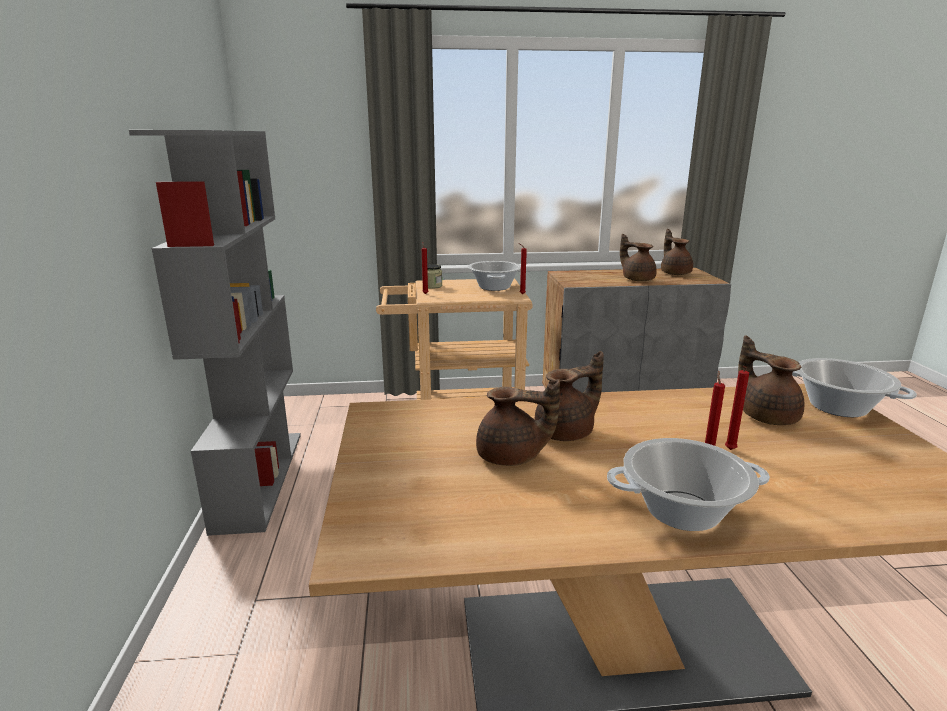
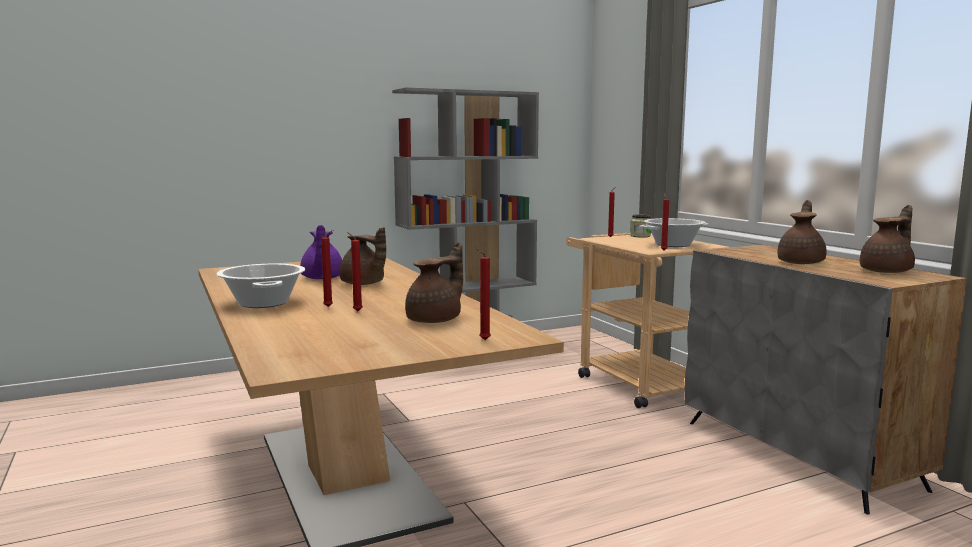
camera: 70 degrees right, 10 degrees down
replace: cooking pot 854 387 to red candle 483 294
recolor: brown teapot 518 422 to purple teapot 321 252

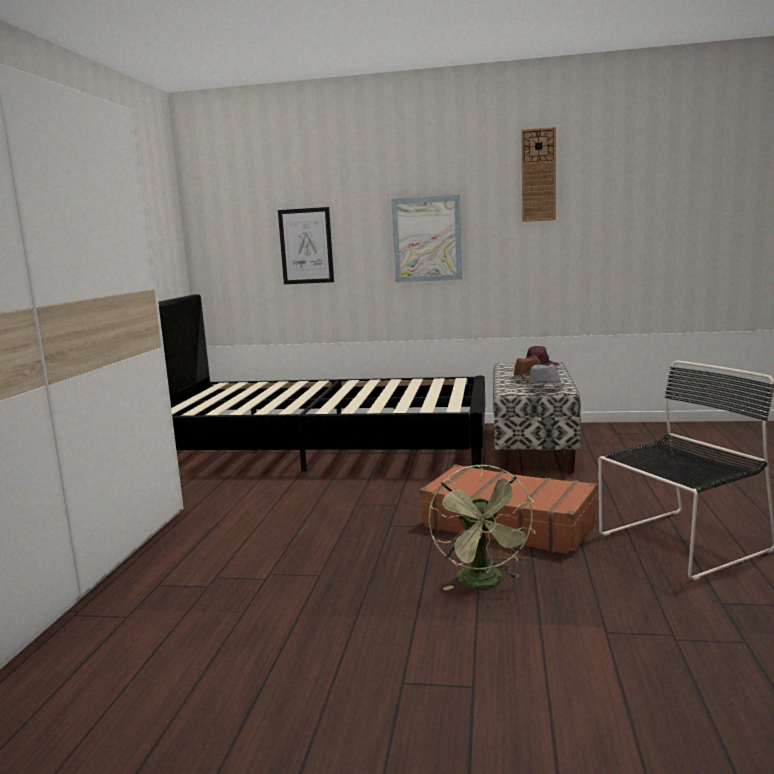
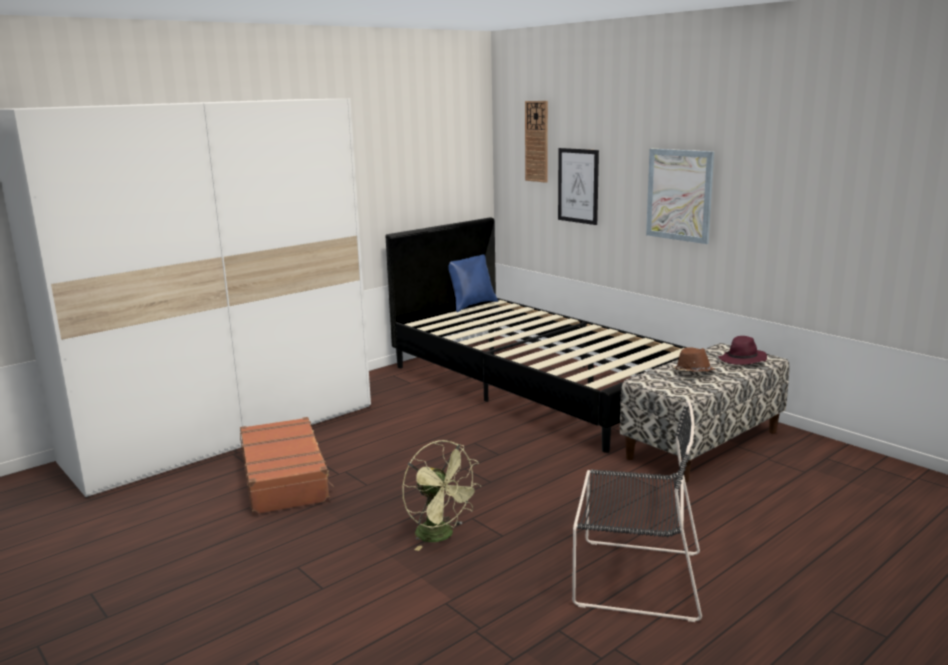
camera: 40 degrees right, 5 degrees up
delete: grey hat 545 375
insert: blue pillow 473 283
move: brown suitcase 508 510 to 287 466; wall clock 539 174 to 536 142
rotate: green fan 481 527 = 442 495 75 degrees counterclockwise

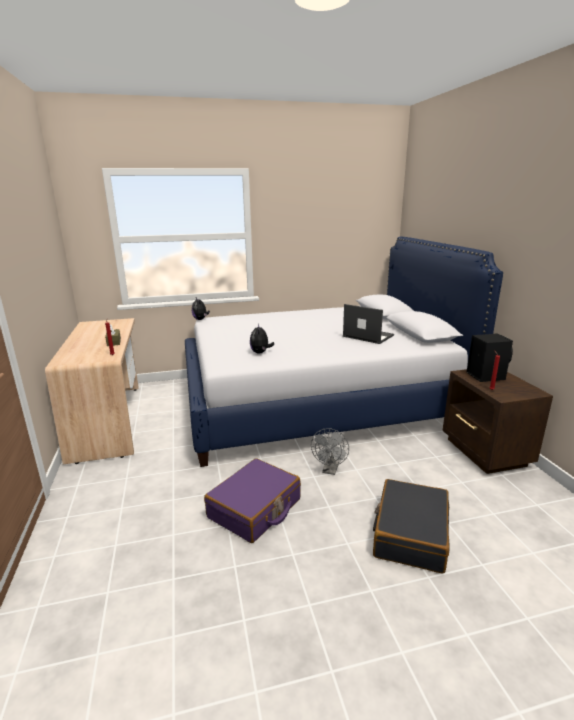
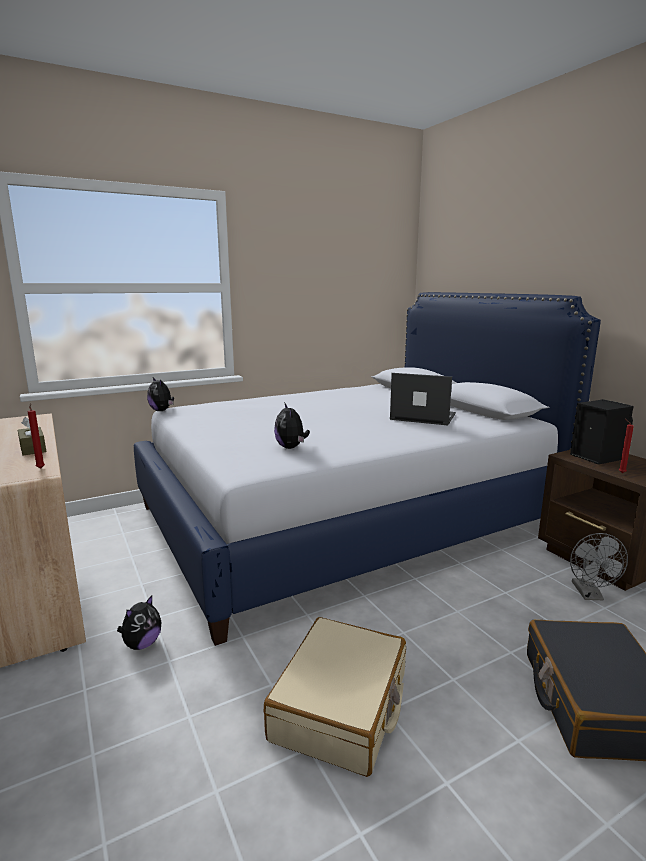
camera: 15 degrees left, 5 degrees down
insert: plush toy 139 622
move: grey fan 330 451 to 599 566
recolor: purple suitcase 252 500 to beige suitcase 335 697

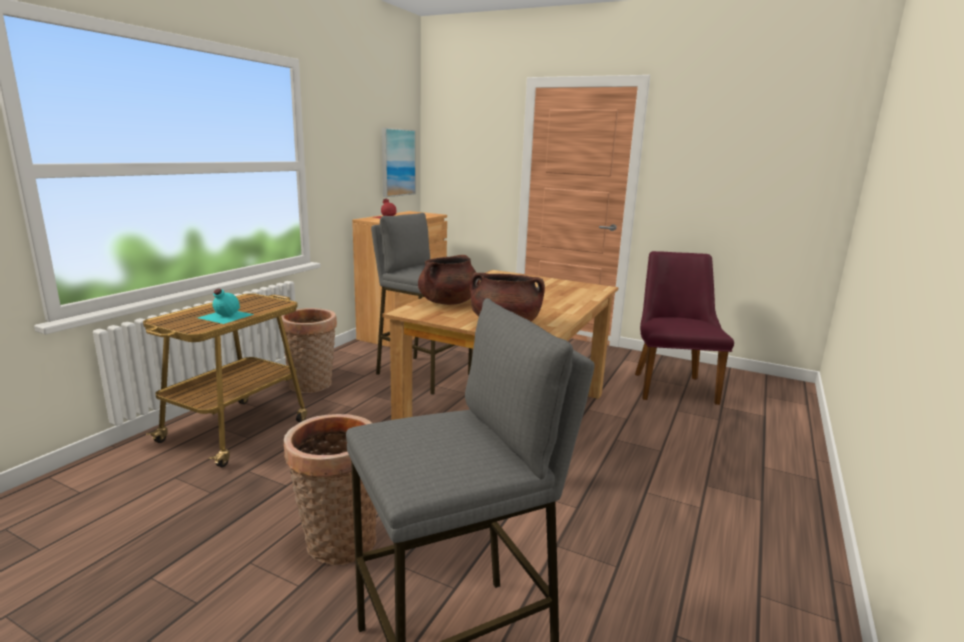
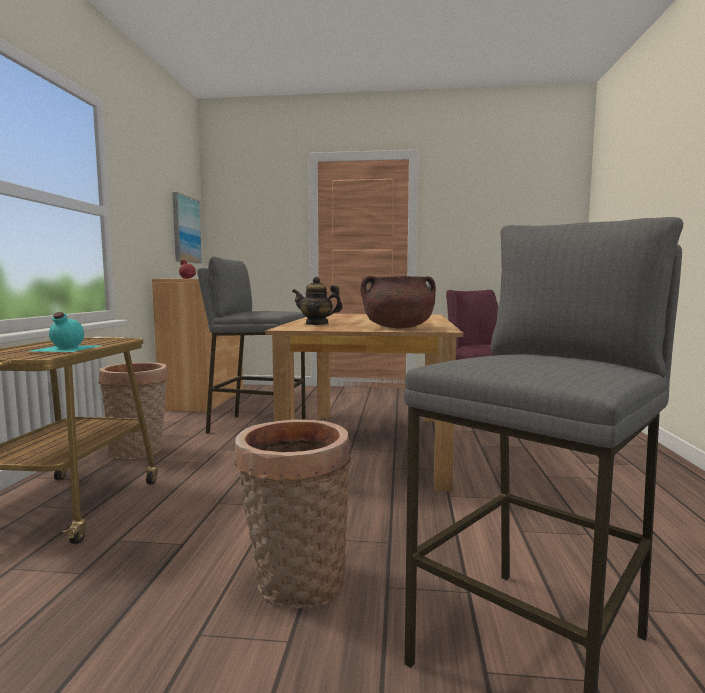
camera: 20 degrees left, 10 degrees down
replace: brown cooking pot 448 280 to teapot 317 301

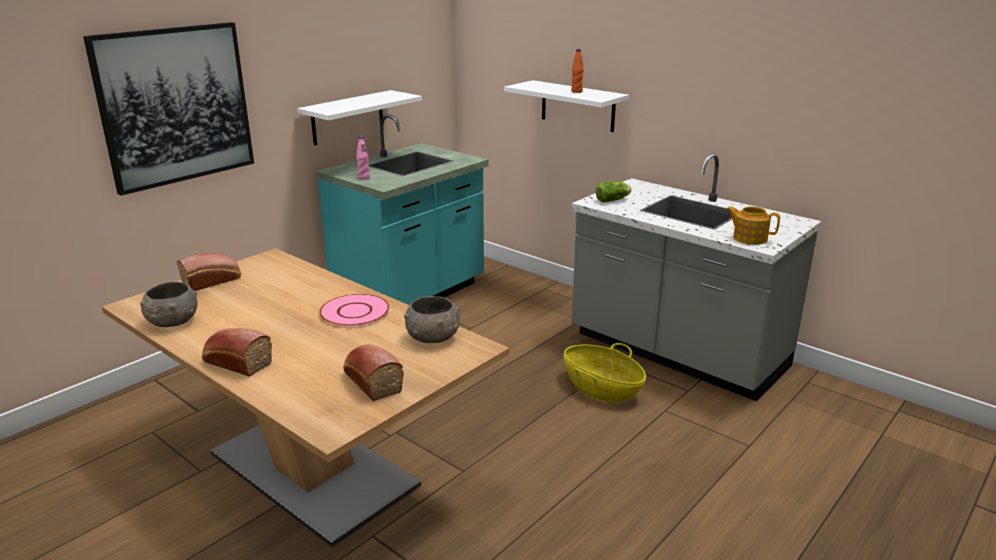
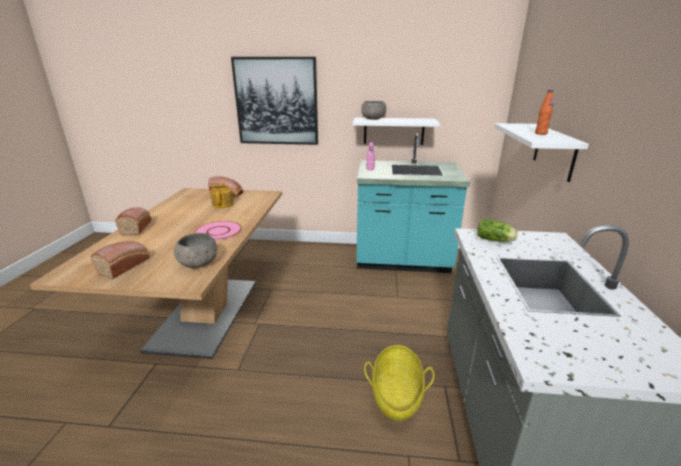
camera: 55 degrees right, 0 degrees up
move: grey bowl 169 304 to 373 110; teapot 753 225 to 222 195

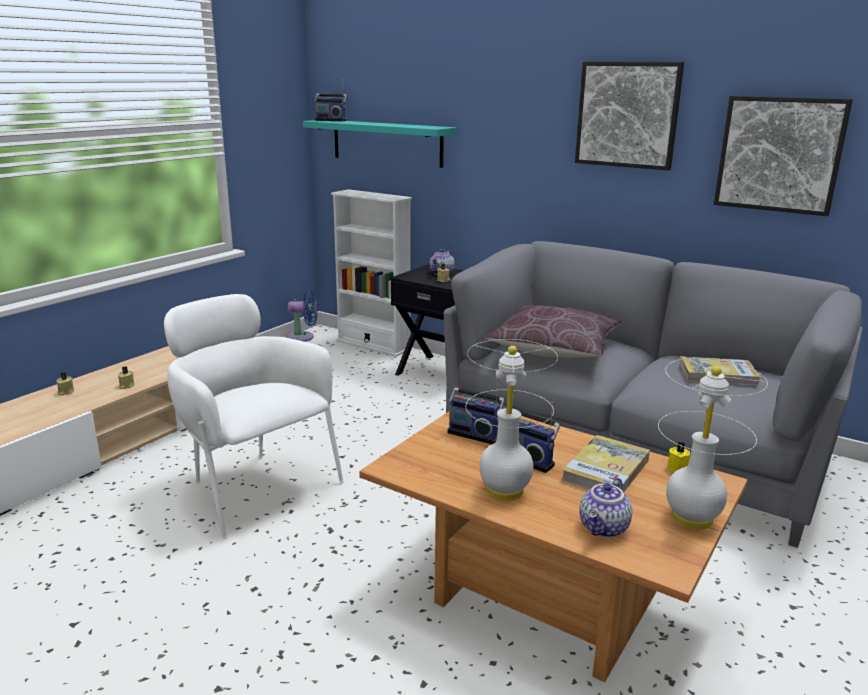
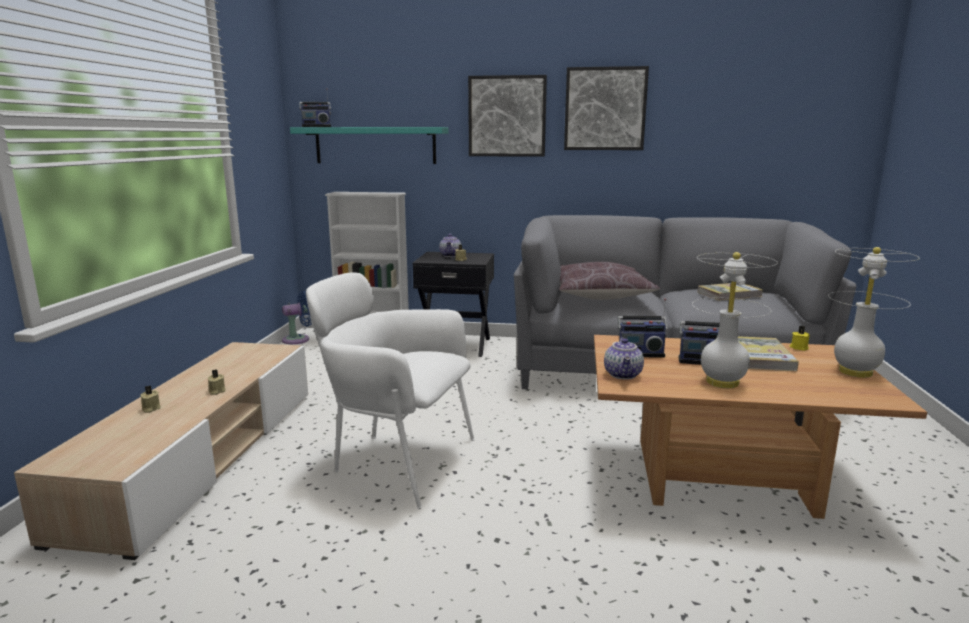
camera: 25 degrees left, 5 degrees down
move: teapot 605 507 to 624 359; picture 783 156 to 507 116

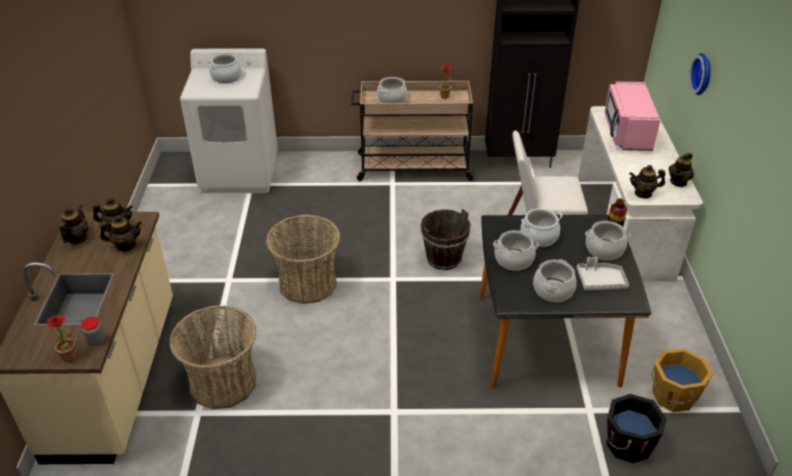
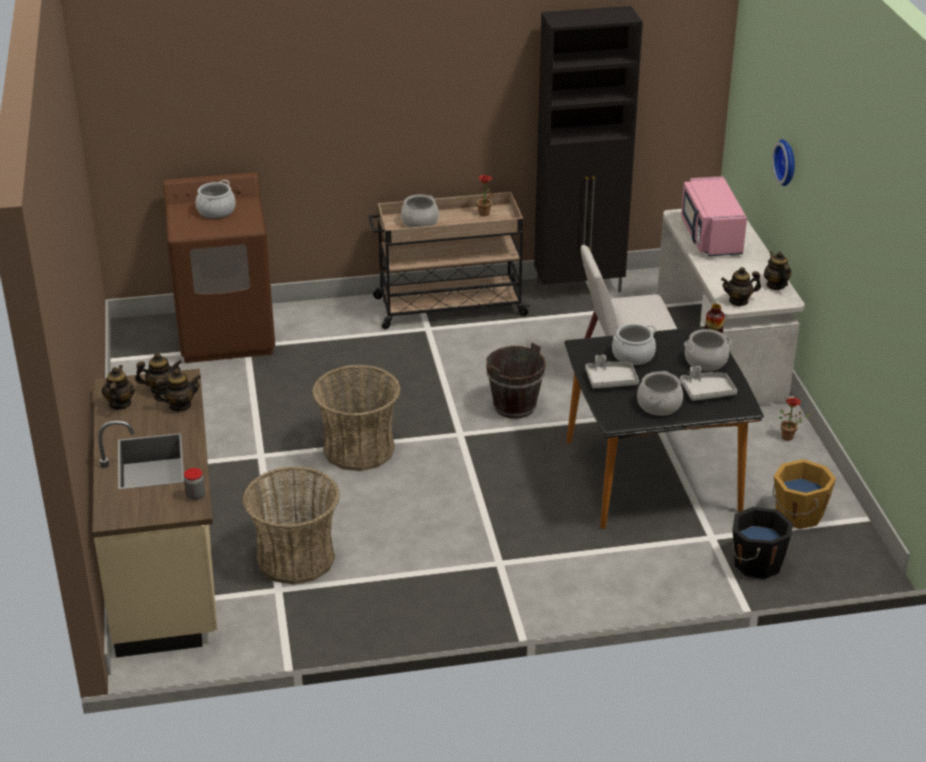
camera: 10 degrees left, 5 degrees down
move: potted plant 61 338 to 794 419
replace: cooking pot 516 250 to grey tray 612 371
recolor: white washing machine 229 120 to brown washing machine 219 267
rotate: teapot 681 170 = 777 271 135 degrees clockwise

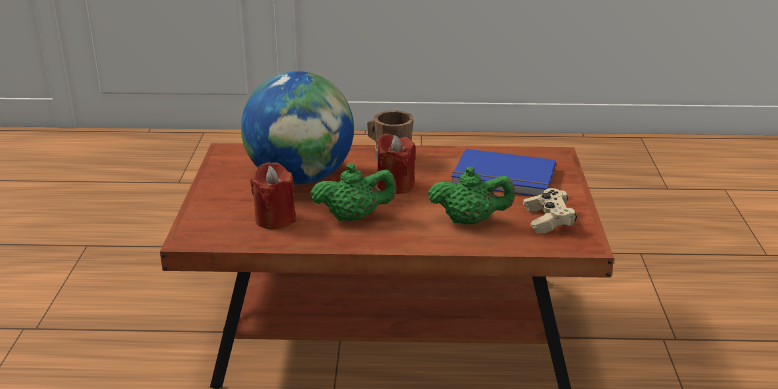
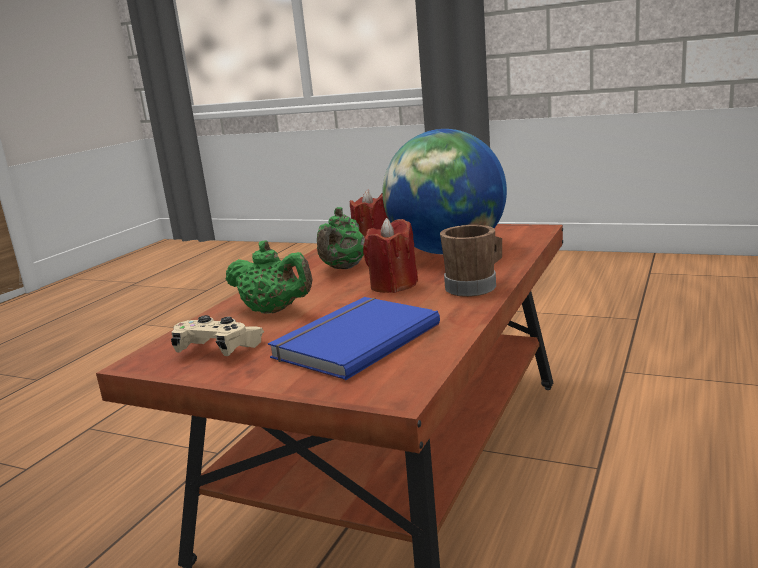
camera: 115 degrees right, 10 degrees down
rotate: green teapot 471 196 = 269 277 90 degrees counterclockwise

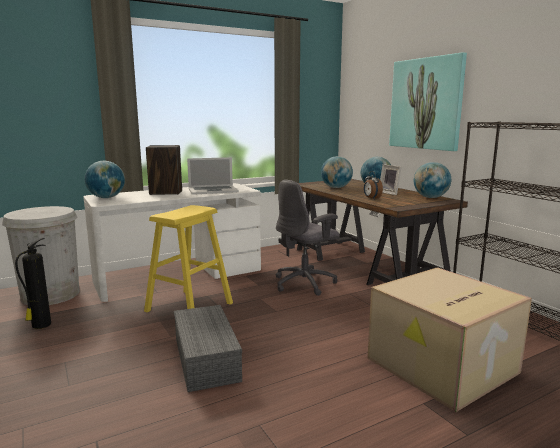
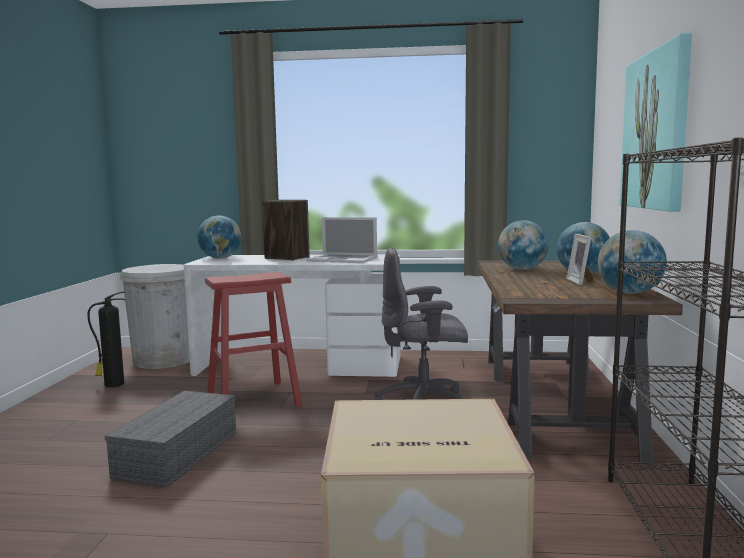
camera: 35 degrees right, 5 degrees down
delete: alarm clock 373 185
recolor: yellow stool 188 258 to red stool 253 339

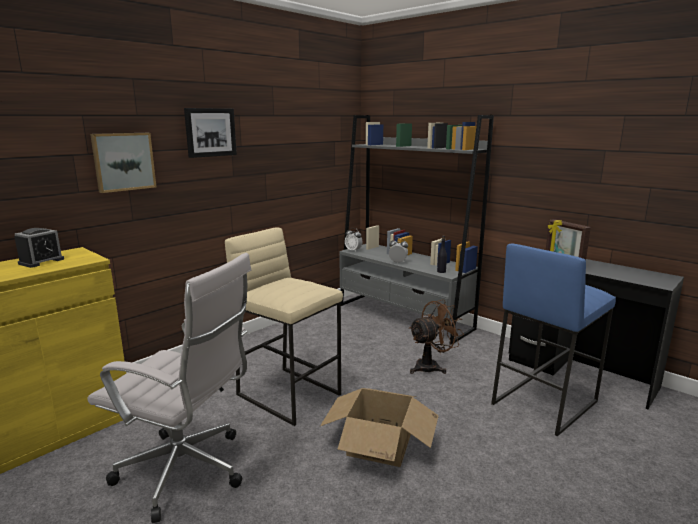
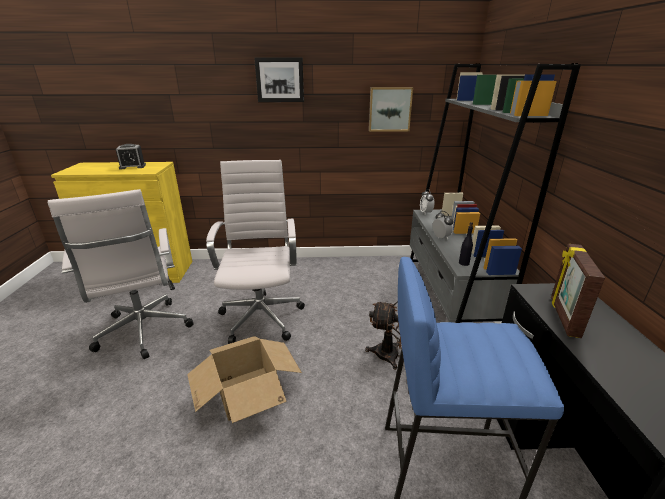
camera: 45 degrees right, 10 degrees up
move: picture 123 163 to 391 109
replace: beige stool 284 326 to white office chair 255 252

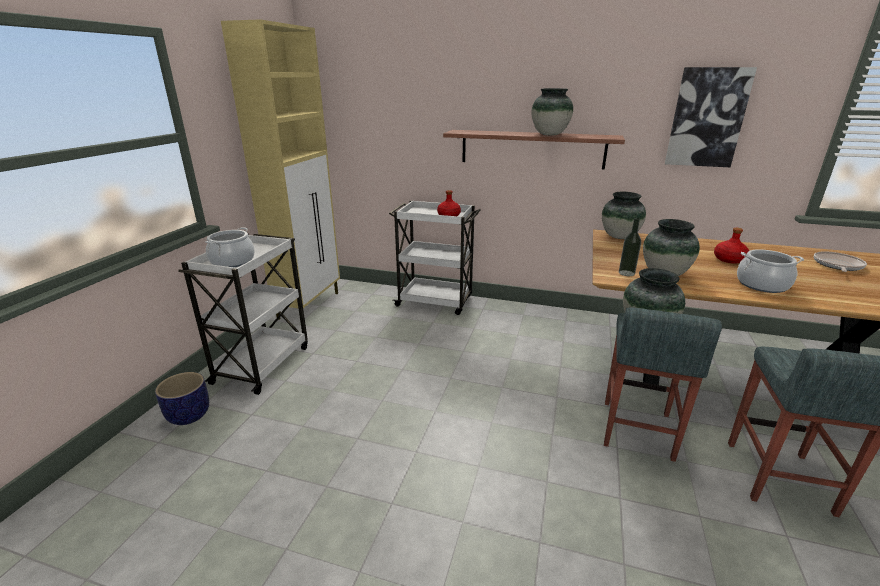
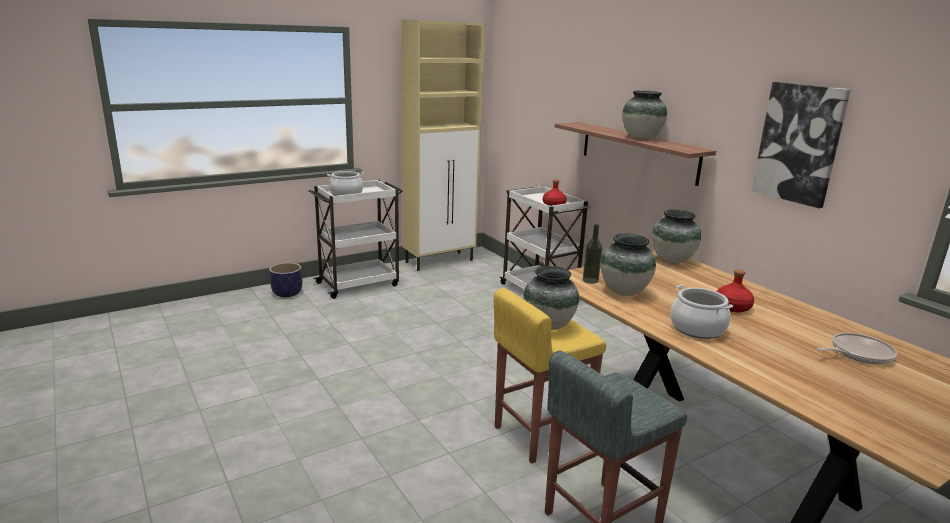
camera: 40 degrees right, 5 degrees down
recolor: grey stool 663 384 to yellow stool 550 376

